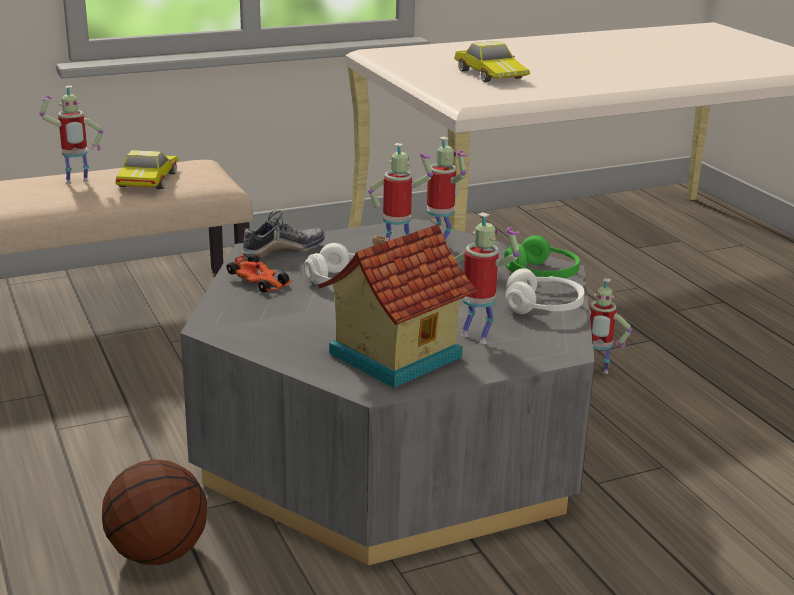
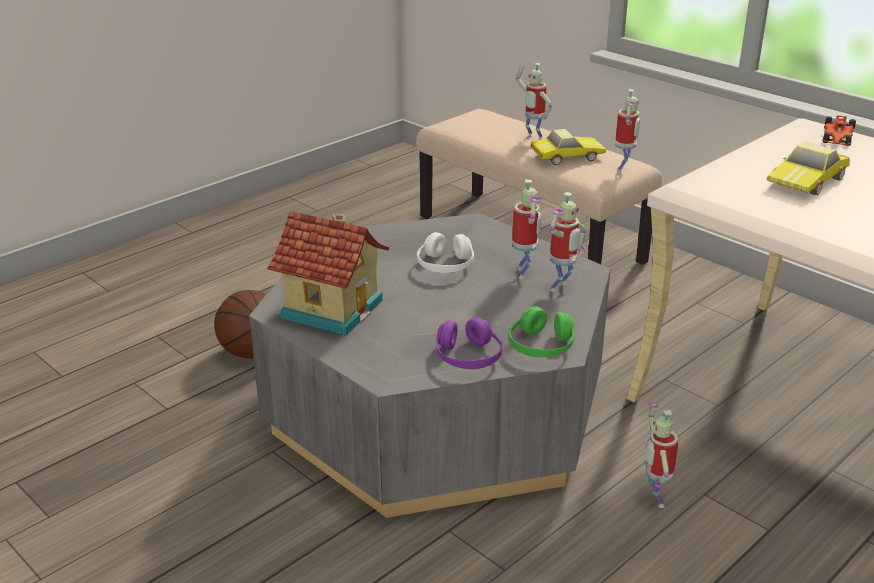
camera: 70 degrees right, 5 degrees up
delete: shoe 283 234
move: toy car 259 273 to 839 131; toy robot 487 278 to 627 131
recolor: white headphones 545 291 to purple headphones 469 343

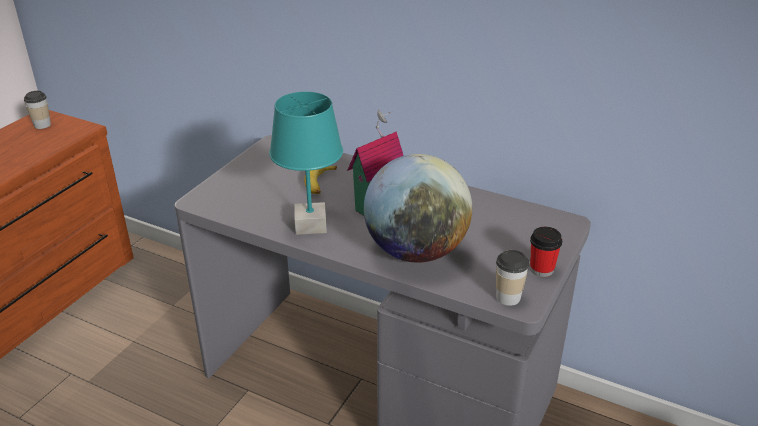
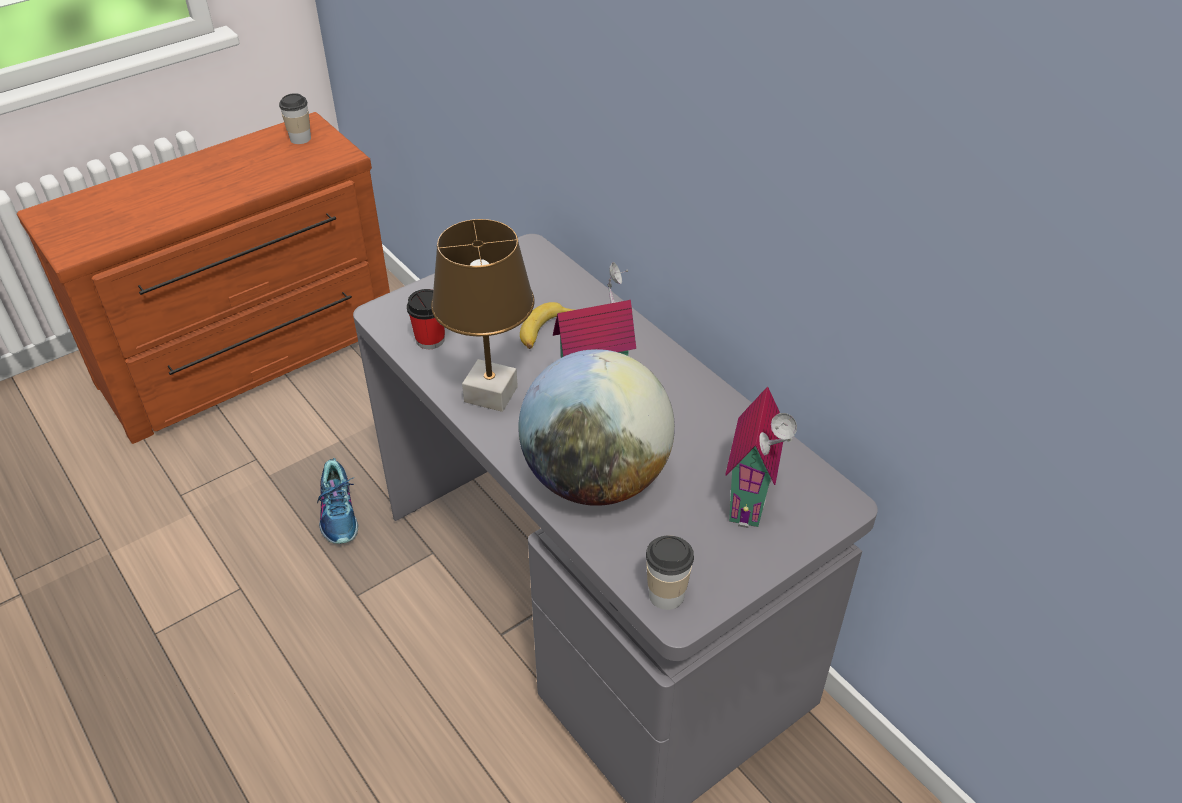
camera: 25 degrees right, 10 degrees up
insert: shoe 337 501; toy house 761 457
move: cup 546 252 to 426 319
recolor: turquoise table lamp 306 163 to brown table lamp 482 315

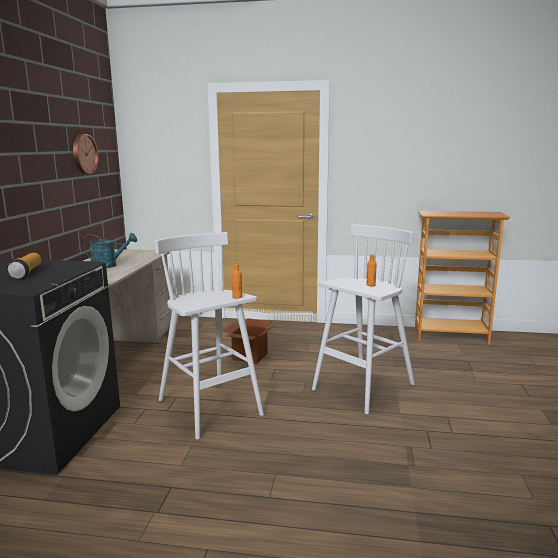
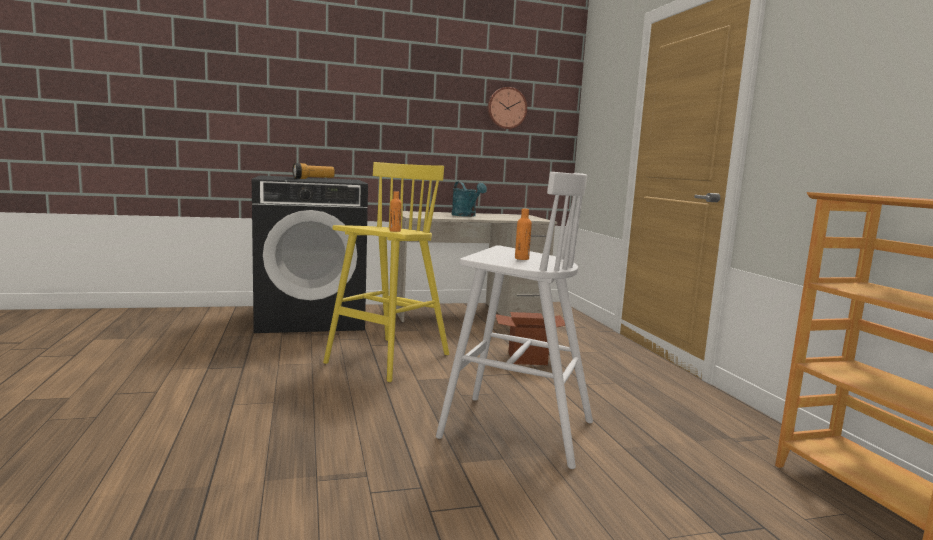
camera: 65 degrees right, 5 degrees down
recolor: white stool 209 336 to yellow stool 386 272

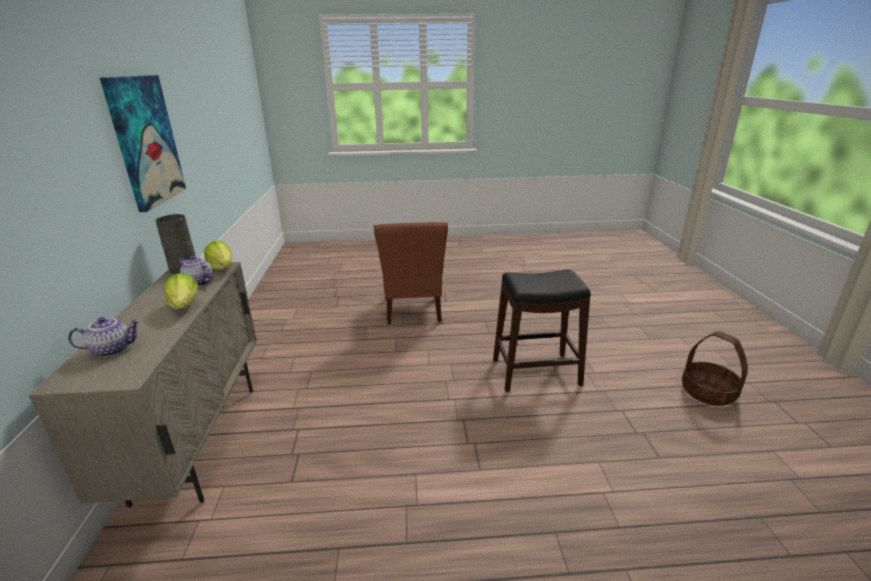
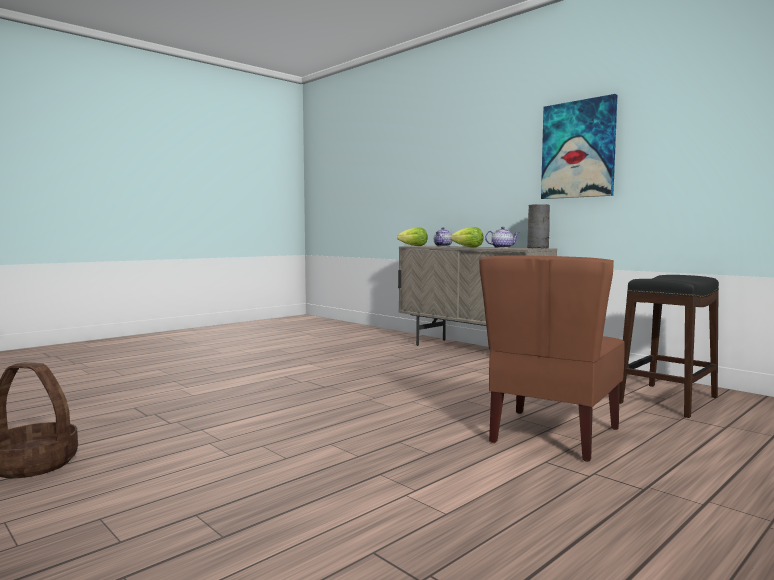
camera: 140 degrees right, 20 degrees down
move: lettuce 218 255 to 412 236; black stool 542 330 to 669 346
rotate: brown chair 411 273 = 552 358 105 degrees counterclockwise

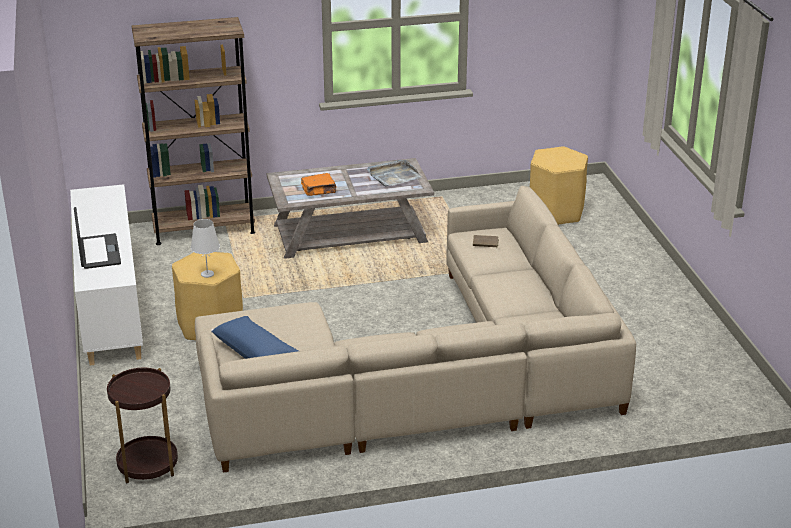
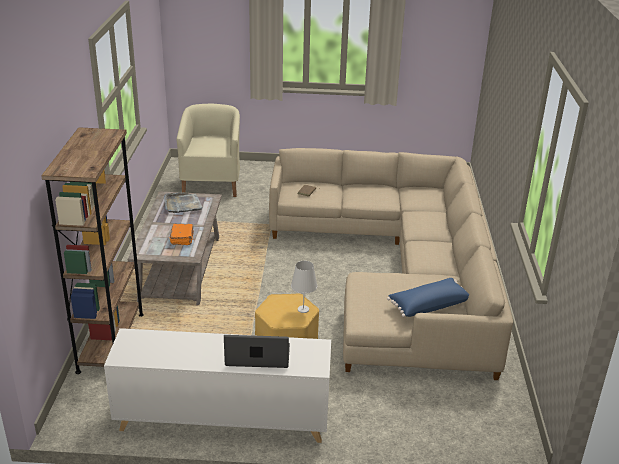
camera: 75 degrees left, 0 degrees up
delete: brown side table 142 426
replace: yellow stool 559 185 to beige armchair 208 150

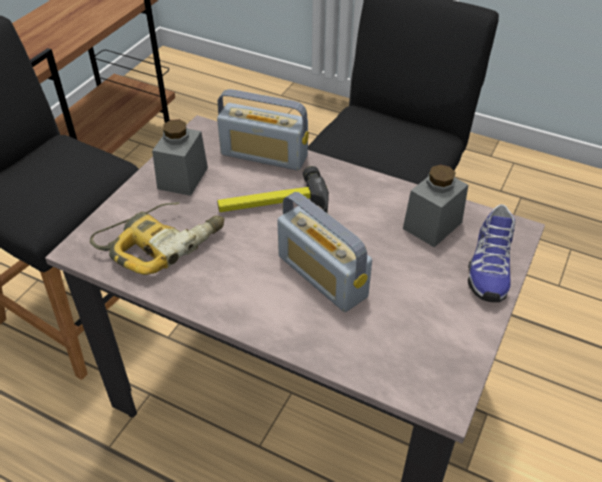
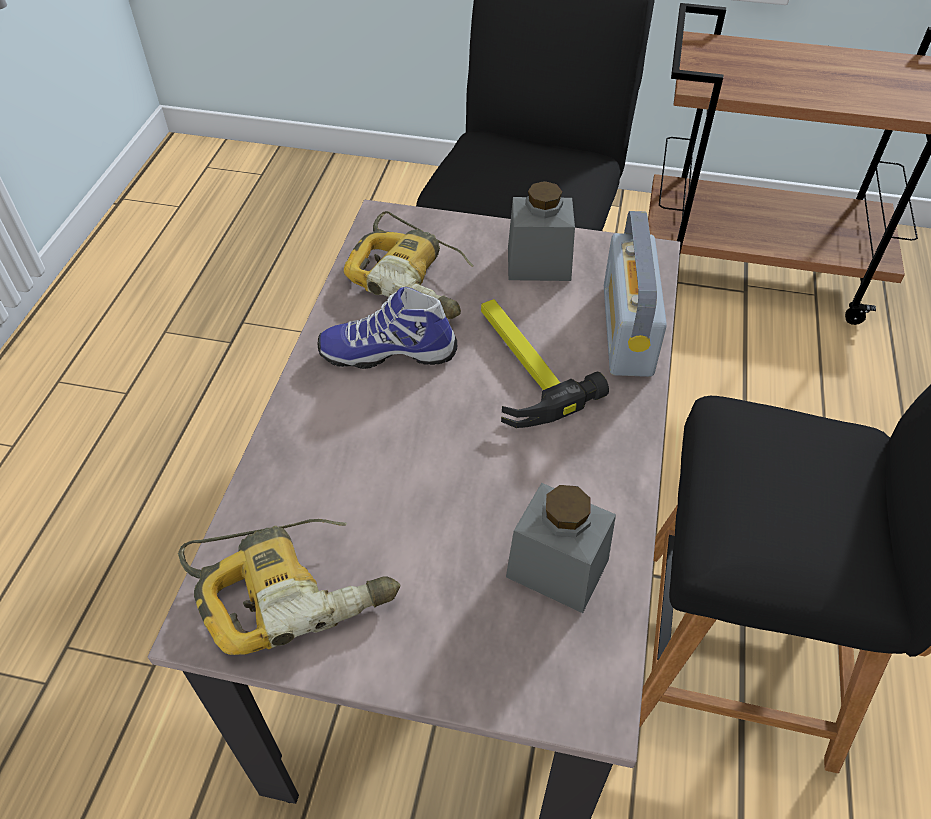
camera: 75 degrees right, 5 degrees up
delete: radio 324 252
insert: power drill 289 587
move: shoe 491 253 to 388 328

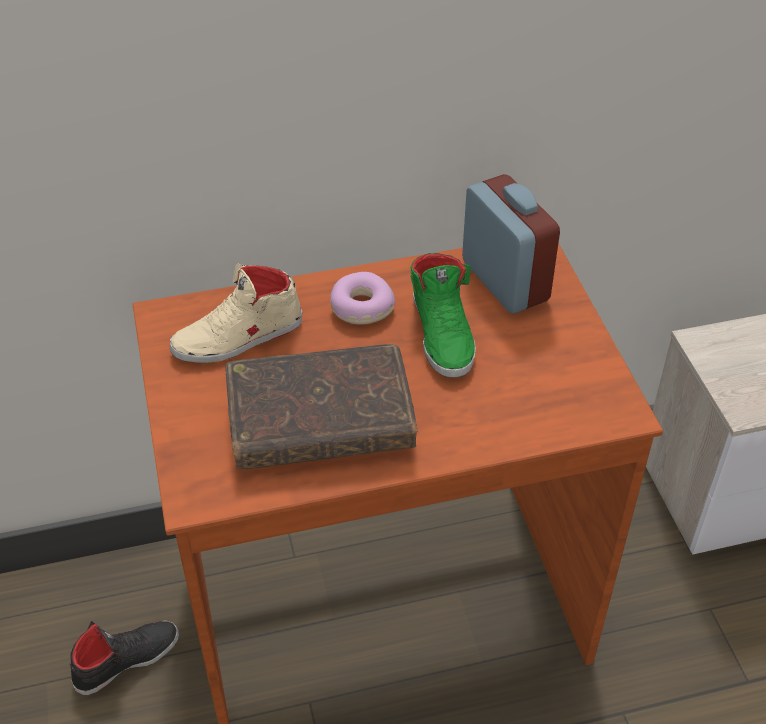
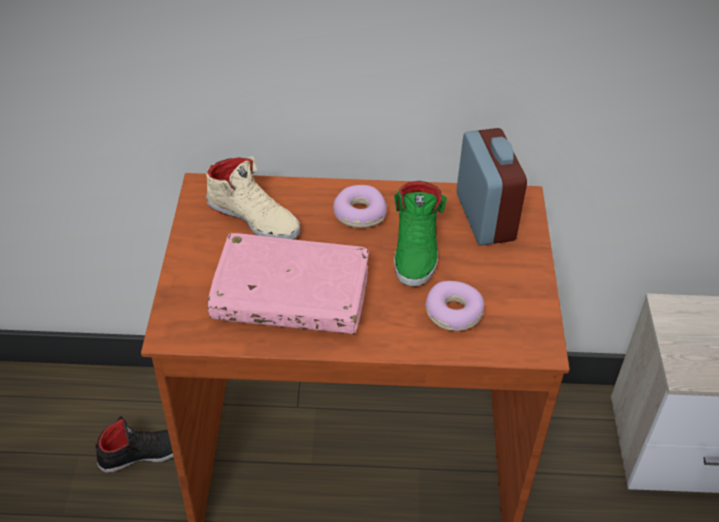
camera: 15 degrees right, 0 degrees up
insert: donut 455 306
recolor: brown book 321 406 to pink book 288 283
rotate: beige shoe 236 313 = 253 197 135 degrees counterclockwise

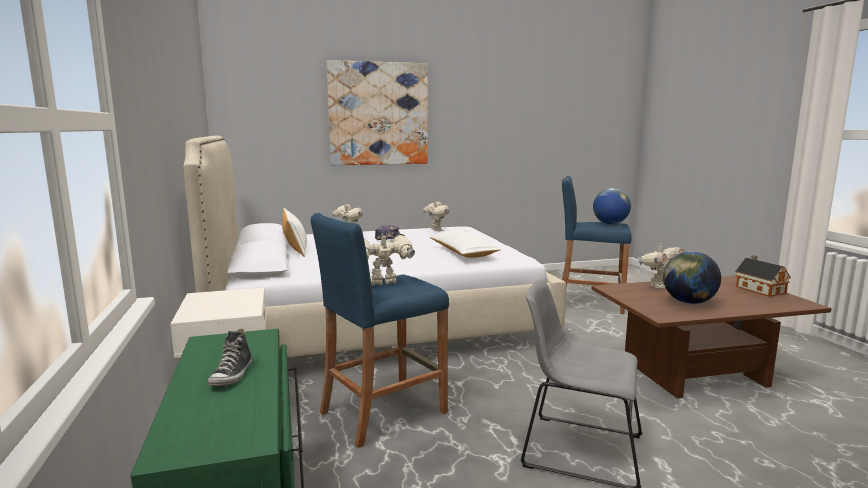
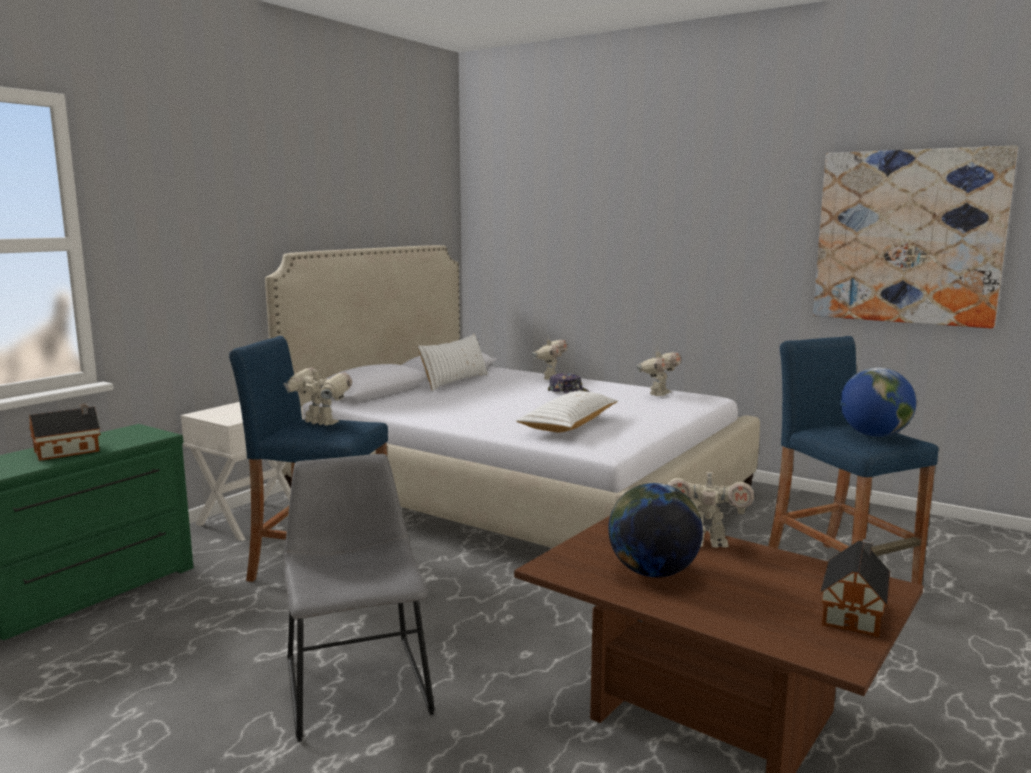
camera: 50 degrees right, 0 degrees up
move: picture 377 112 to 915 237
replace: shoe 230 357 to toy house 65 432

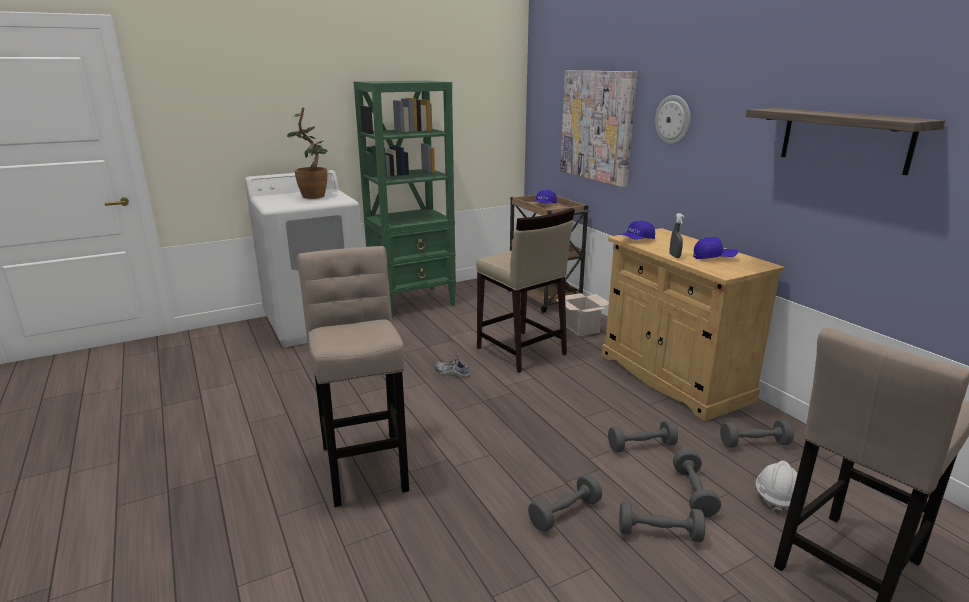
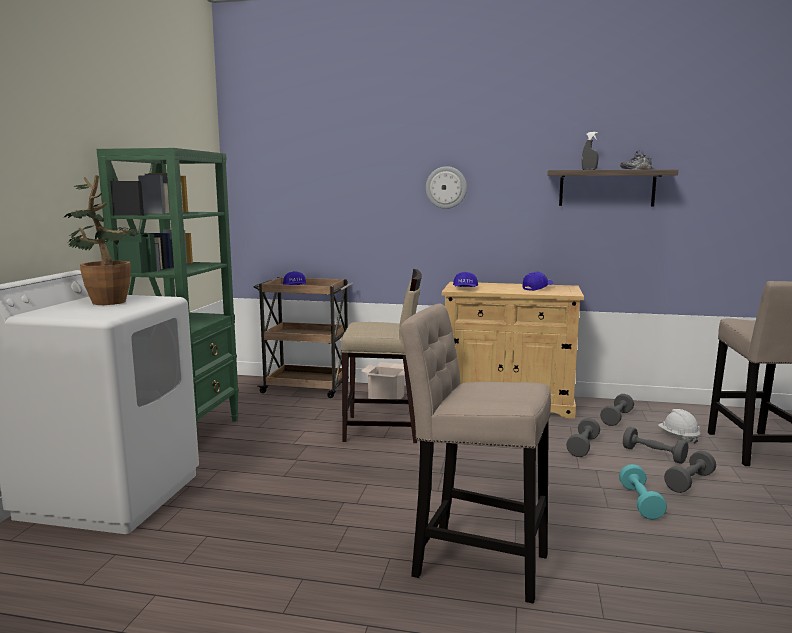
camera: 50 degrees left, 10 degrees down
delete: picture 598 128
move: shoe 452 366 to 636 159; grey spray bottle 676 235 to 590 151
recolor: grey dumbbell 565 503 to turquoise dumbbell 643 492

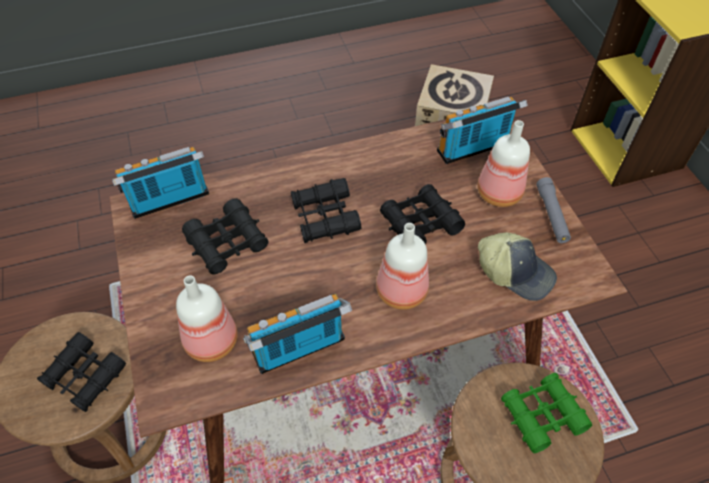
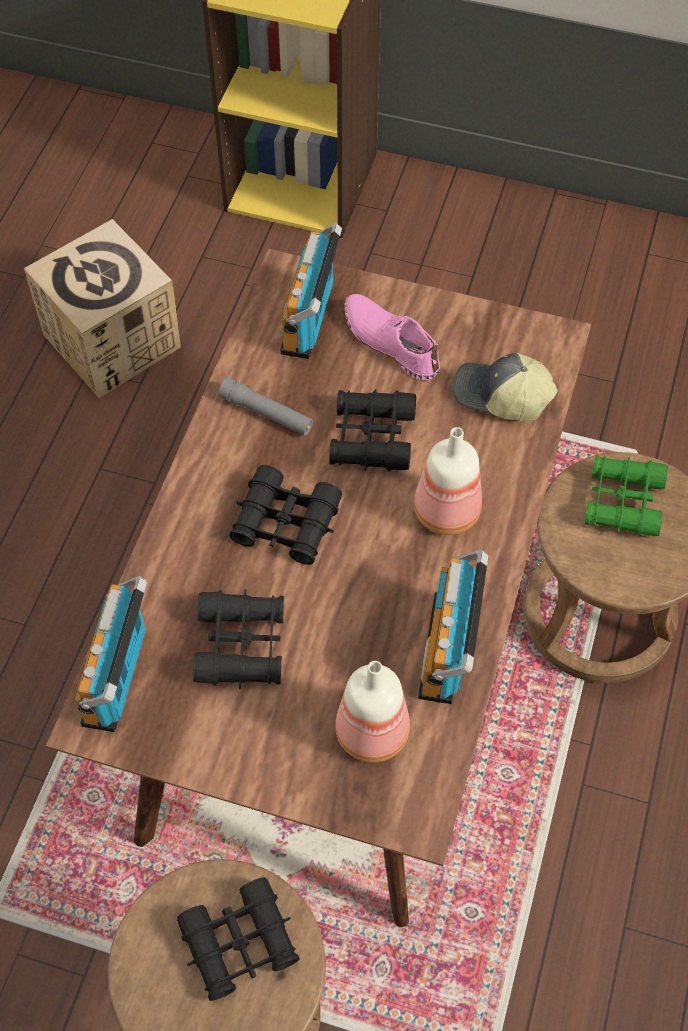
camera: 55 degrees left, 5 degrees up
move: grey flashlight 553 210 to 265 406
replace: bottle 503 163 to pink shoe 392 337
rotate: cap 517 266 = 505 387 135 degrees counterclockwise

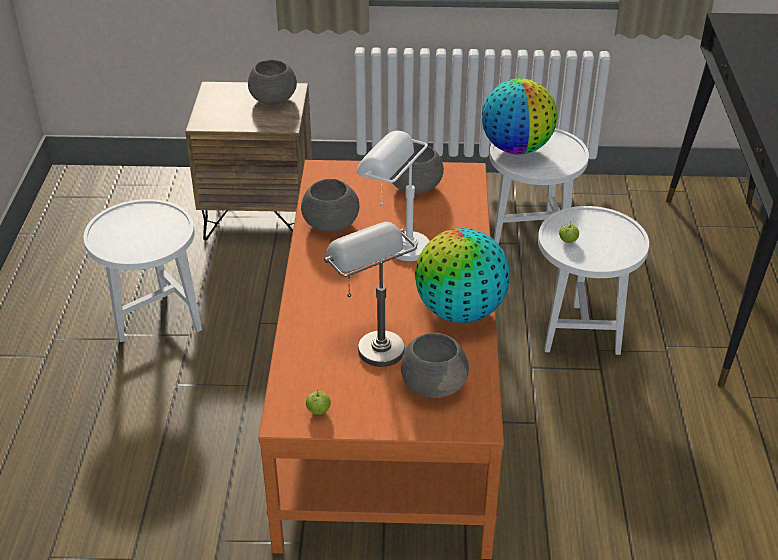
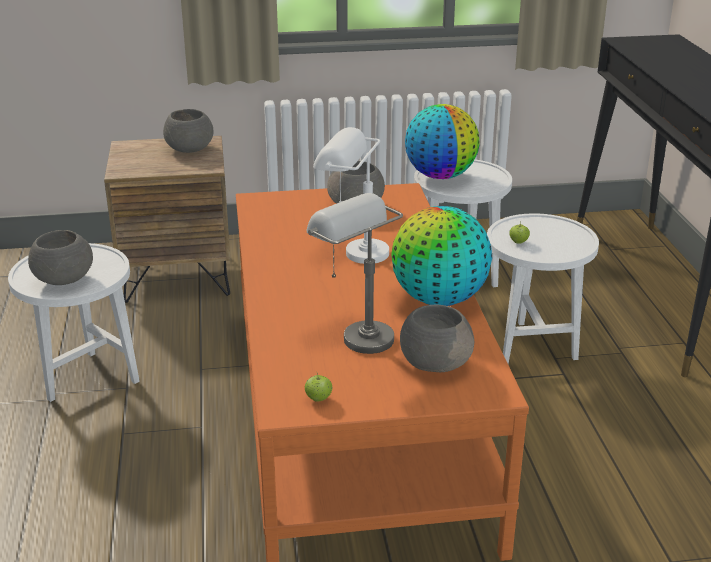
camera: 10 degrees left, 10 degrees down
move: grey bowl 330 205 to 60 257

